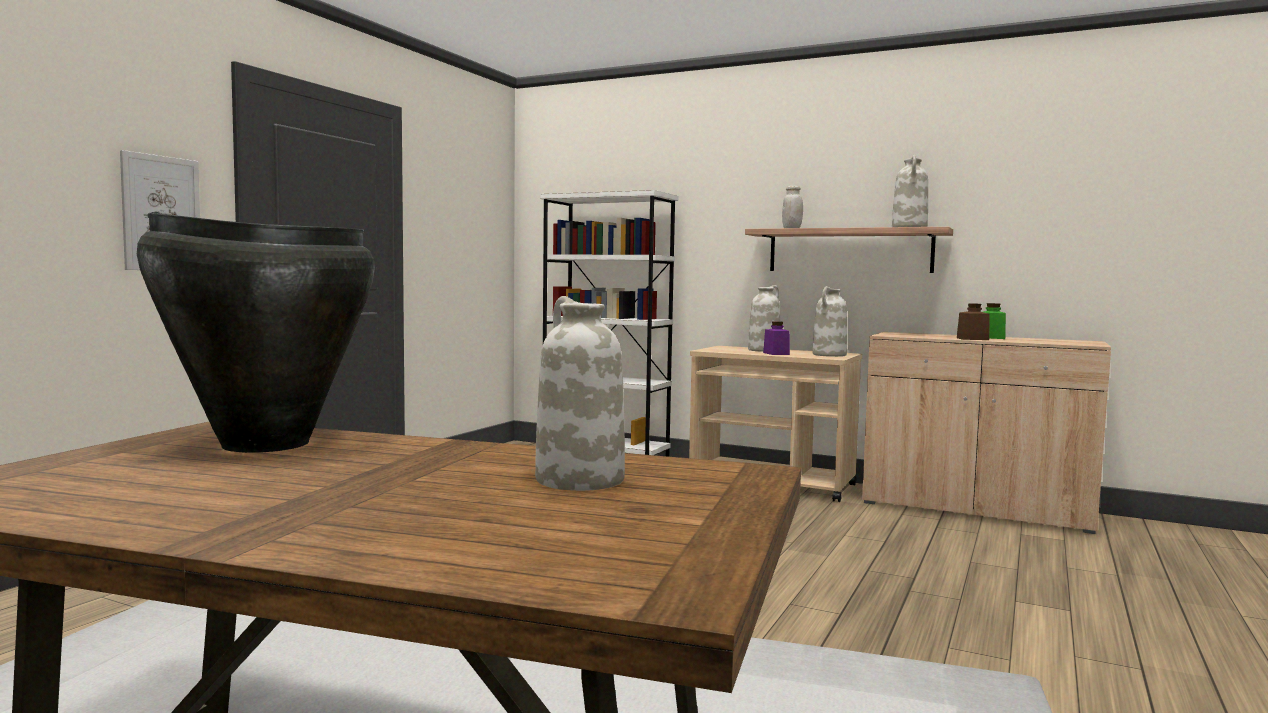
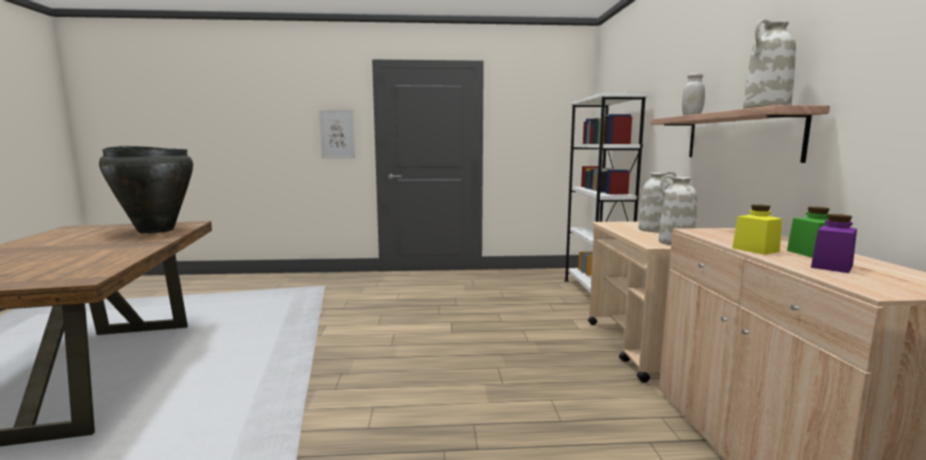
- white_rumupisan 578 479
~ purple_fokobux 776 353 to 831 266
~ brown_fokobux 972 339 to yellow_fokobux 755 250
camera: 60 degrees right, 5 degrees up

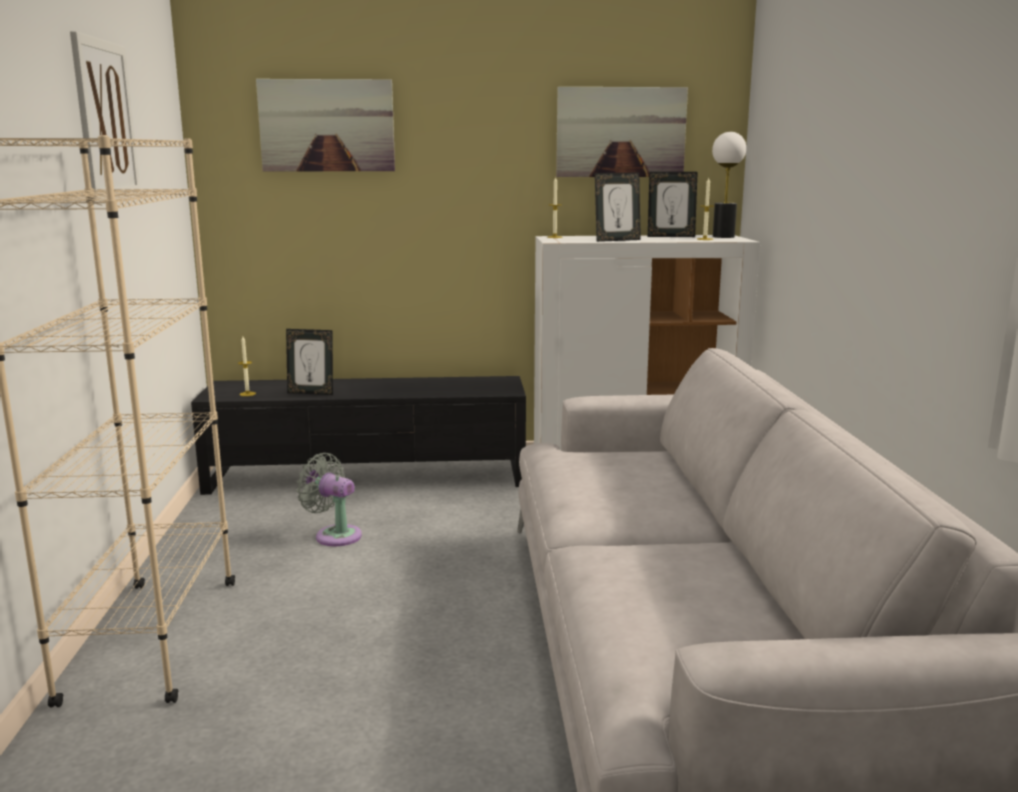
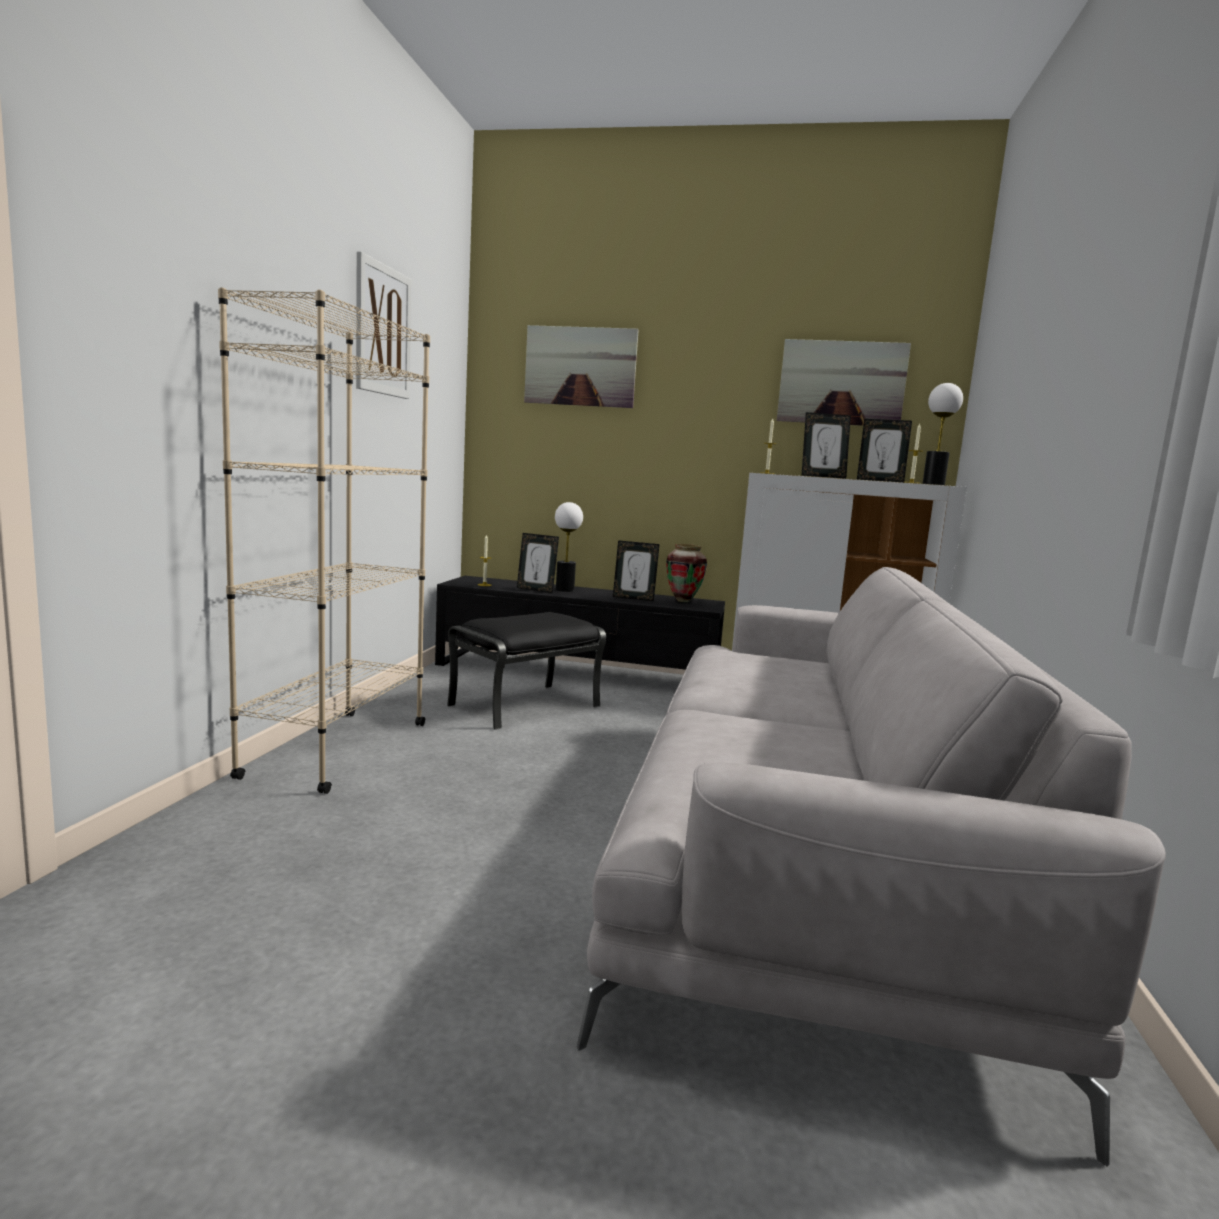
+ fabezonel 565 590
+ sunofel 633 598
+ rumupisan 683 601
~ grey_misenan 334 535 to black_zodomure 525 706
camera: 15 degrees right, 5 degrees down

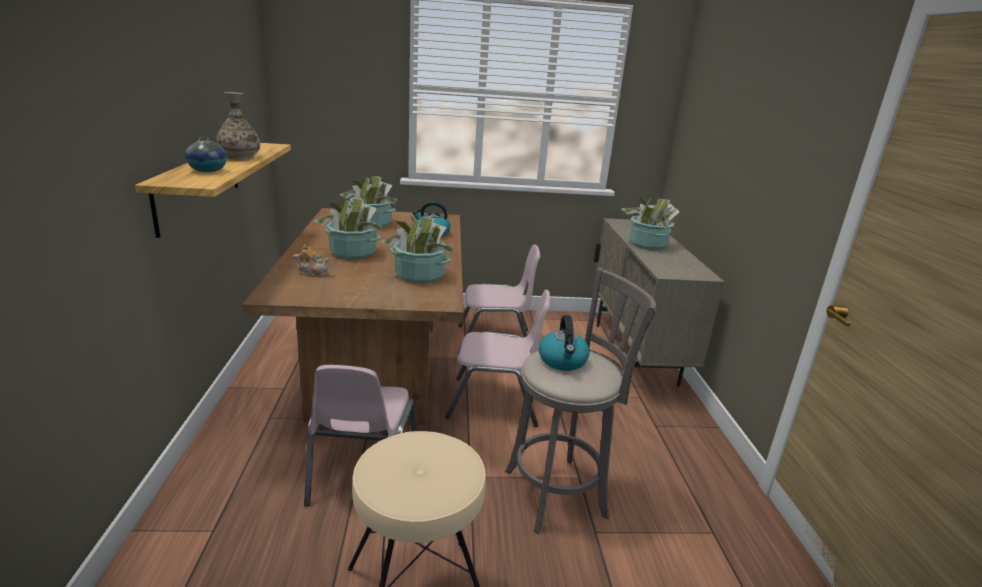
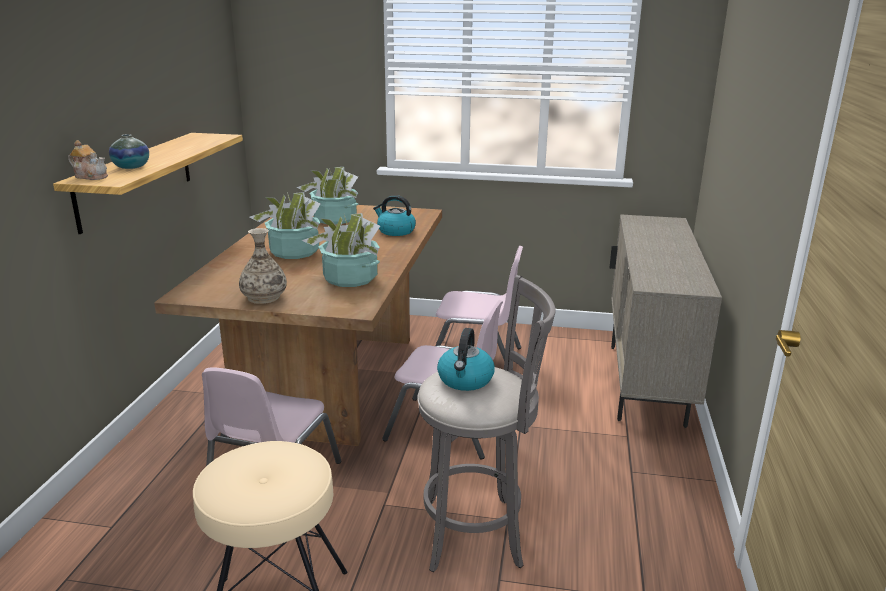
- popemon 648 244
~ rumupisan 239 157 to 264 297
~ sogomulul 312 272 to 91 176
camera: 15 degrees right, 0 degrees up

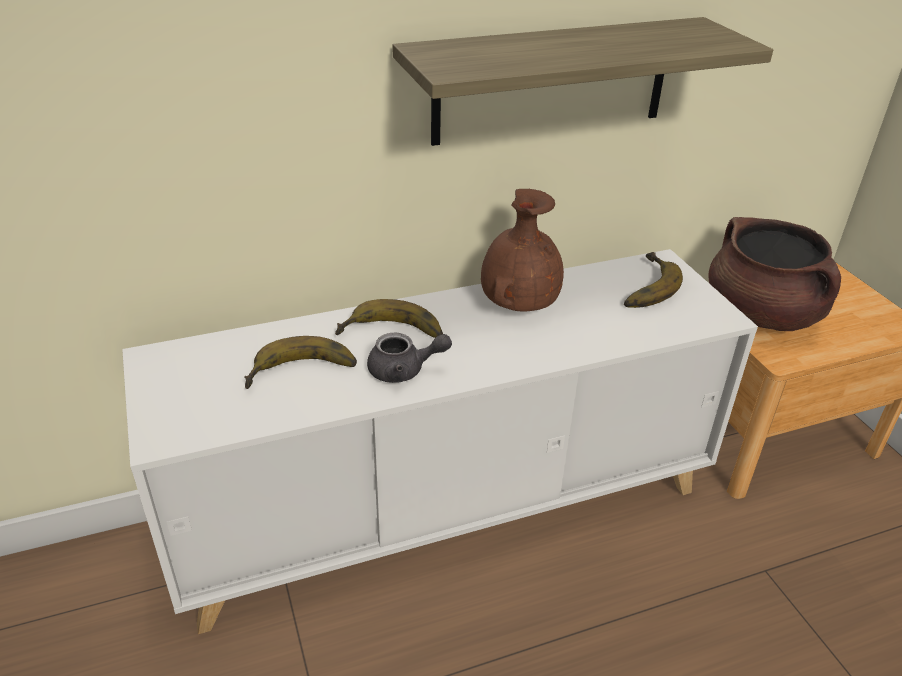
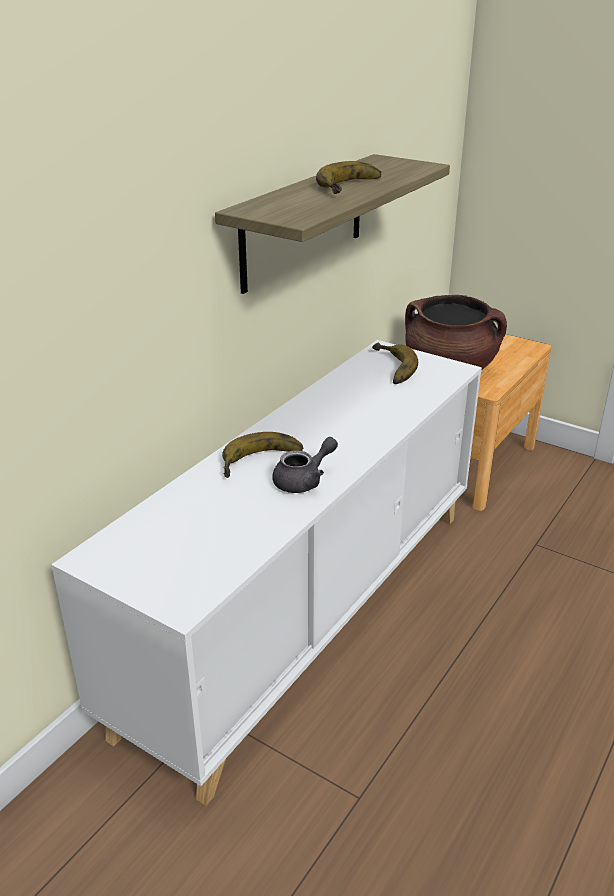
- brown_rumupisan 517 304
~ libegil 302 374 to 354 186
camera: 35 degrees left, 5 degrees down

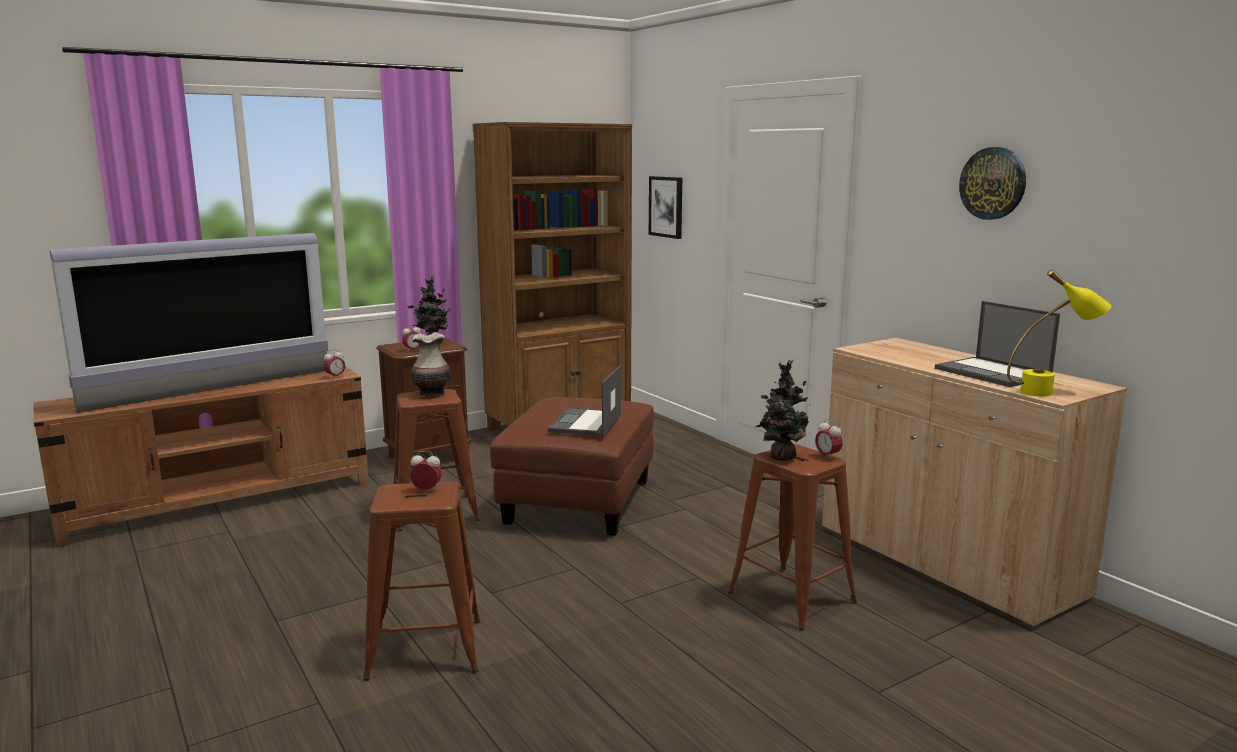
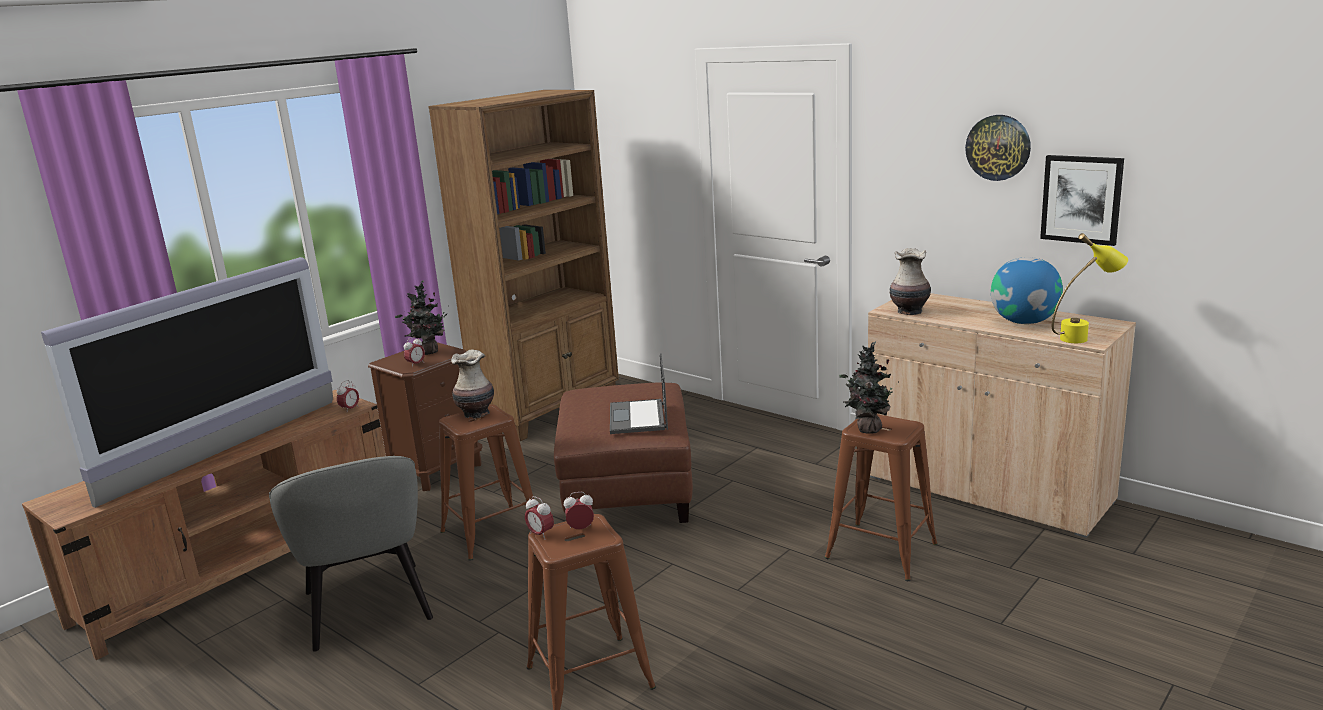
+ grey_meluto 368 607
+ rumupisan 909 311
~ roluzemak 666 207 to 1081 199
~ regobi 827 456 to 540 534
~ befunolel 994 373 to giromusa 1024 322
camera: 15 degrees left, 5 degrees up

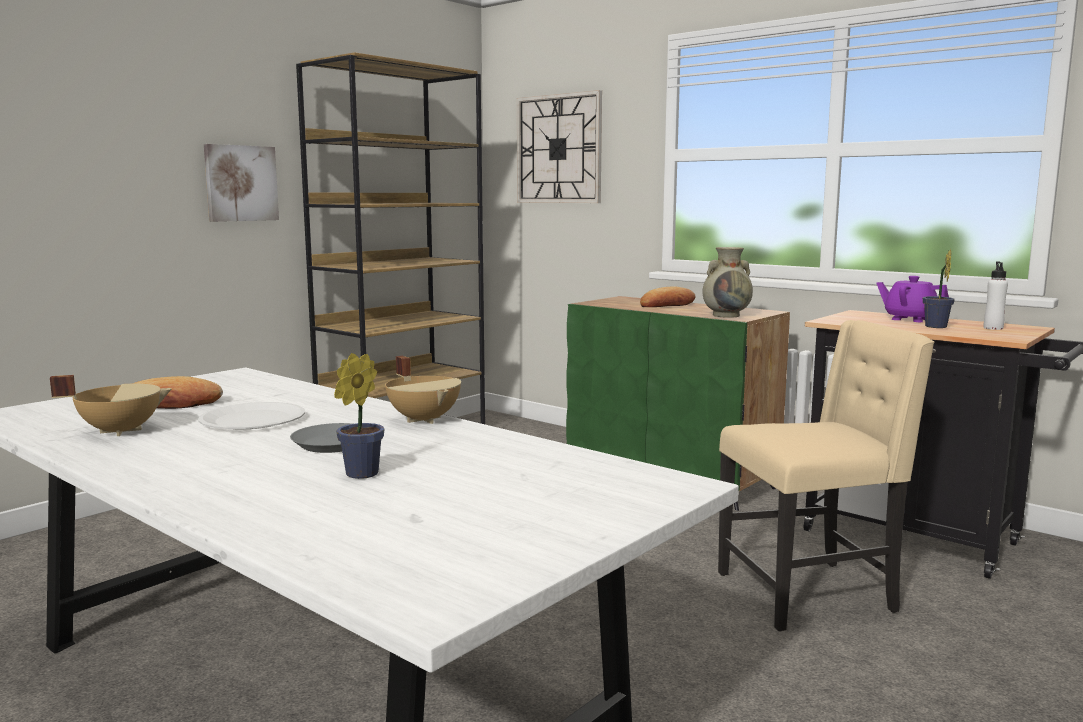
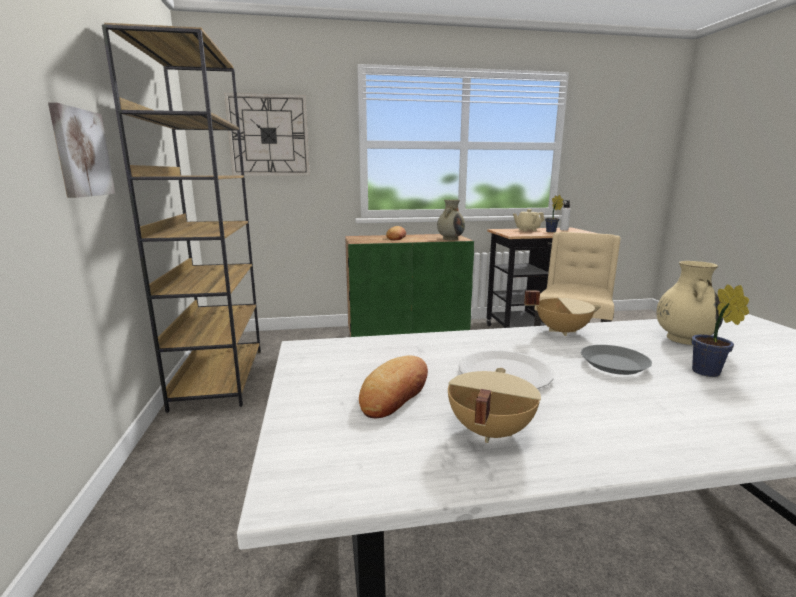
+ beige_rumupisan 683 339
~ purple_sogomulul 909 319 to beige_sogomulul 527 230
camera: 50 degrees left, 5 degrees up

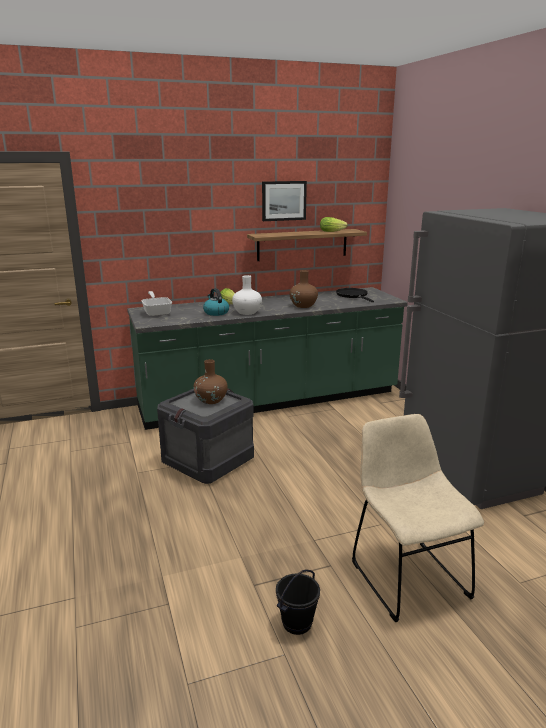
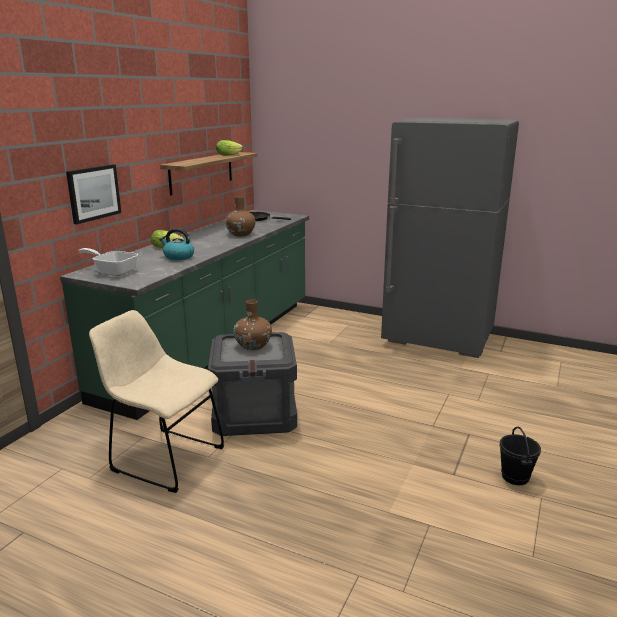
- white_rumupisan 247 312
~ roluzemak 283 200 to 93 193
~ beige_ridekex 406 575 to 163 458
camera: 45 degrees left, 0 degrees up

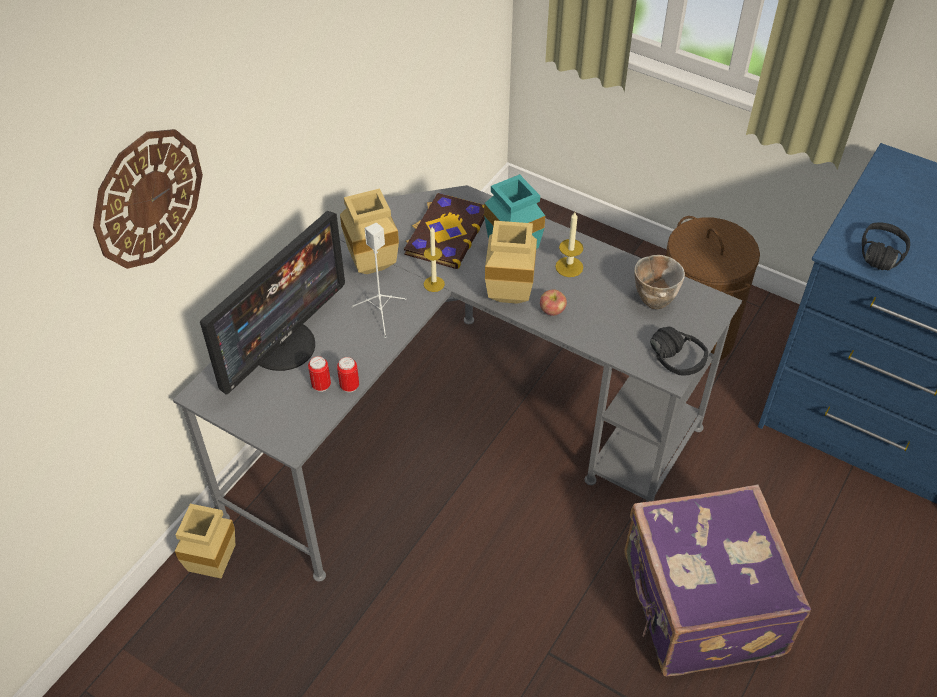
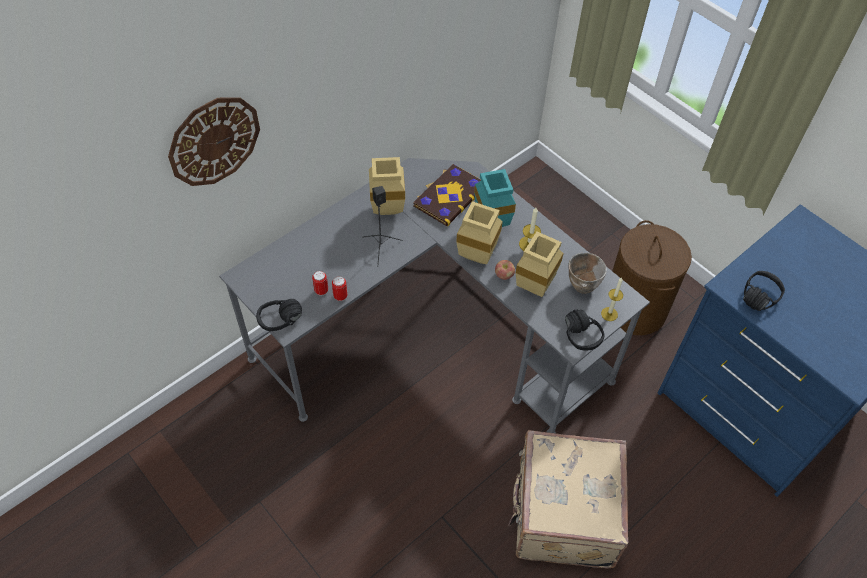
- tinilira 283 345
+ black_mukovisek 282 325
~ beige_rumupisan 214 563 to 534 285
~ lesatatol 434 284 to 609 314
~ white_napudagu 381 314 to black_napudagu 381 248
~ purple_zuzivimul 699 606 to beige_zuzivimul 562 514
camera: 15 degrees right, 5 degrees up

